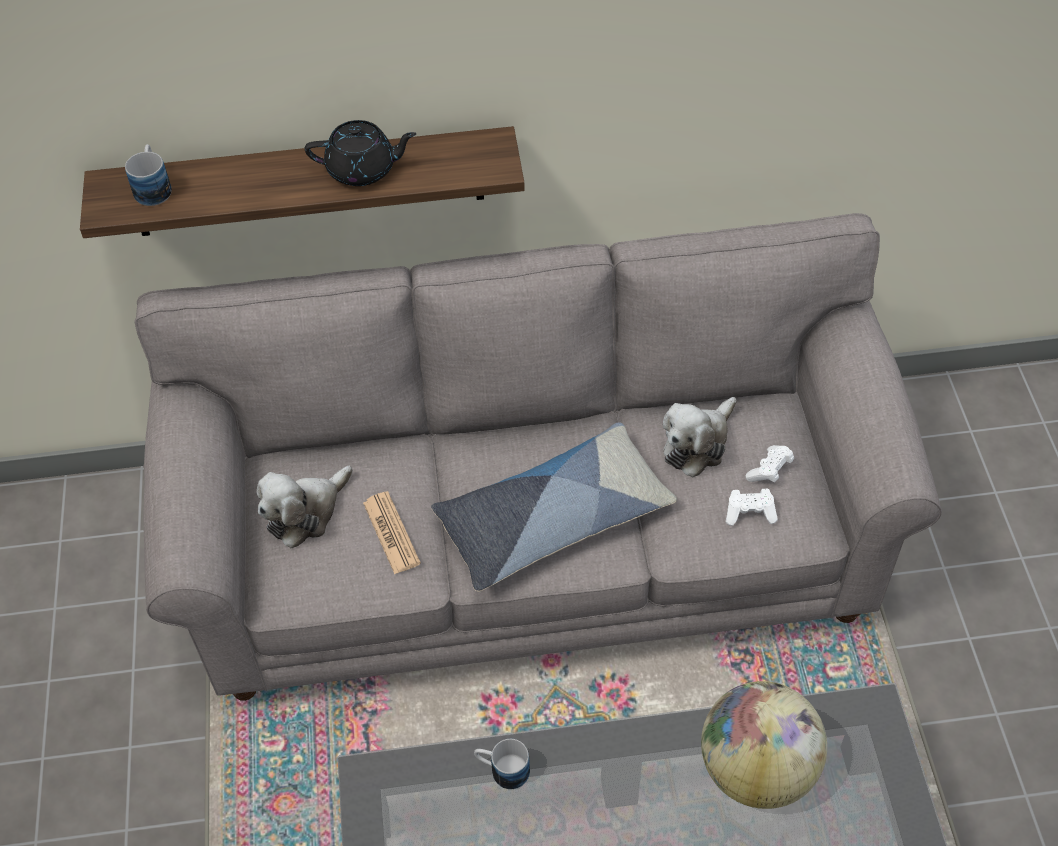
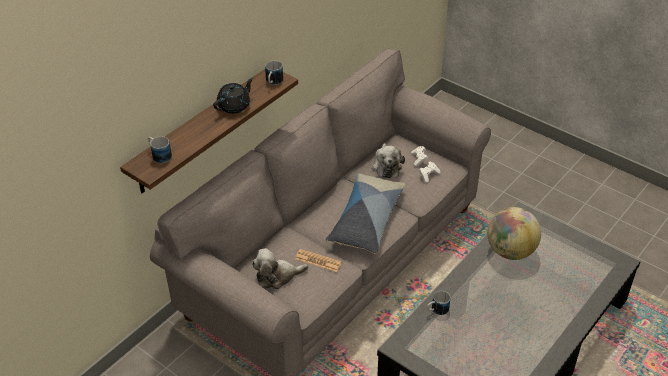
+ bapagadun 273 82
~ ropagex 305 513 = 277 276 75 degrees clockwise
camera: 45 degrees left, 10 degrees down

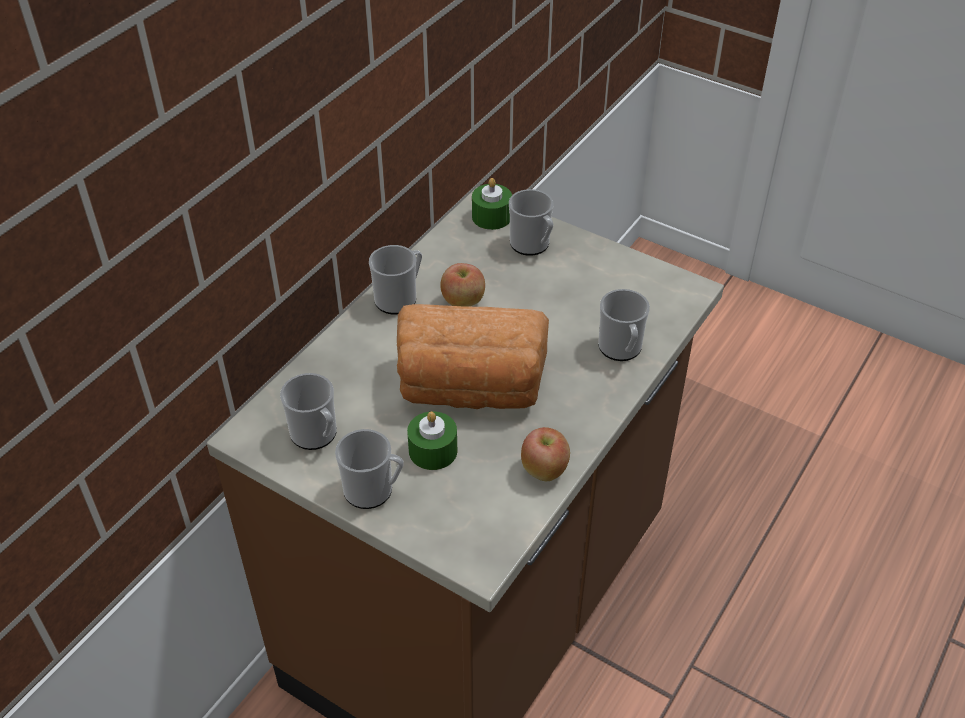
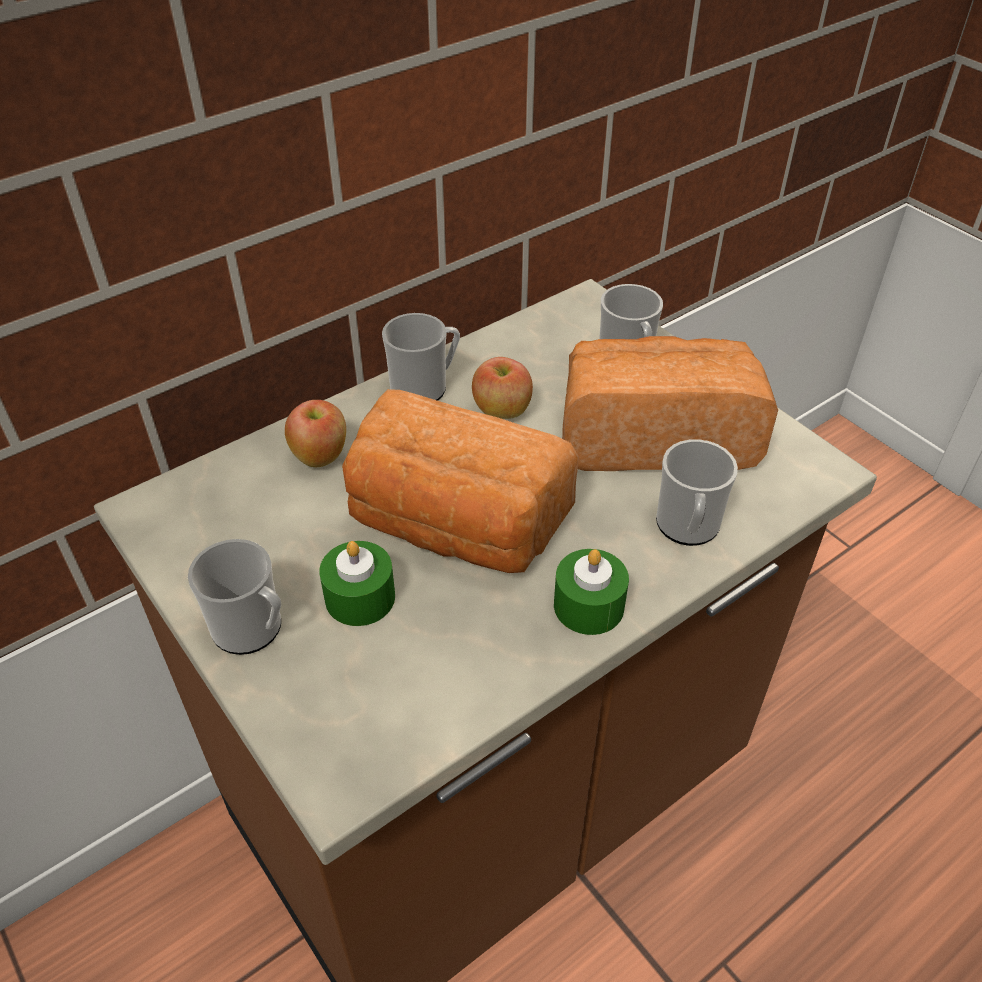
- bapagadun 317 435
+ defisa 654 436
~ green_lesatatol 491 216 to 588 606
~ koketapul 544 470 to 321 456
camera: 20 degrees right, 0 degrees up

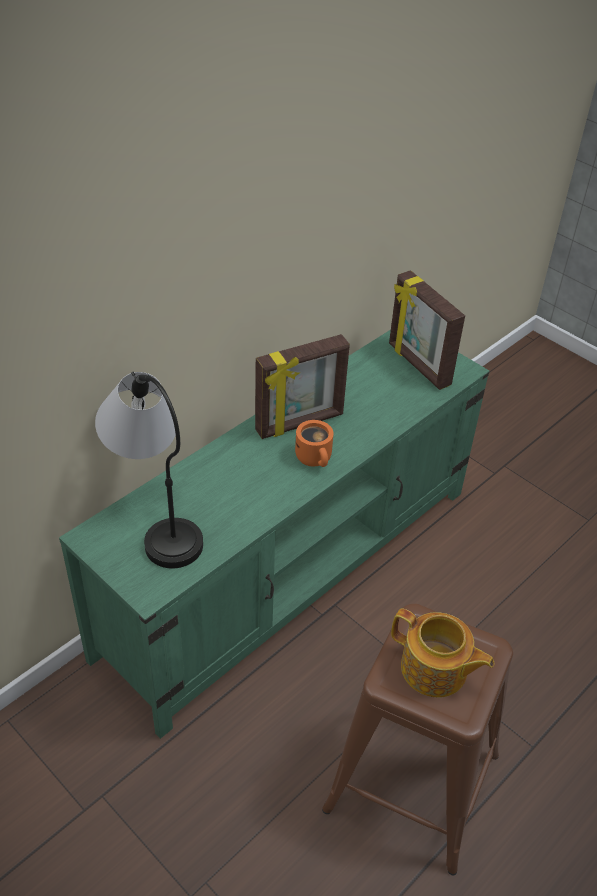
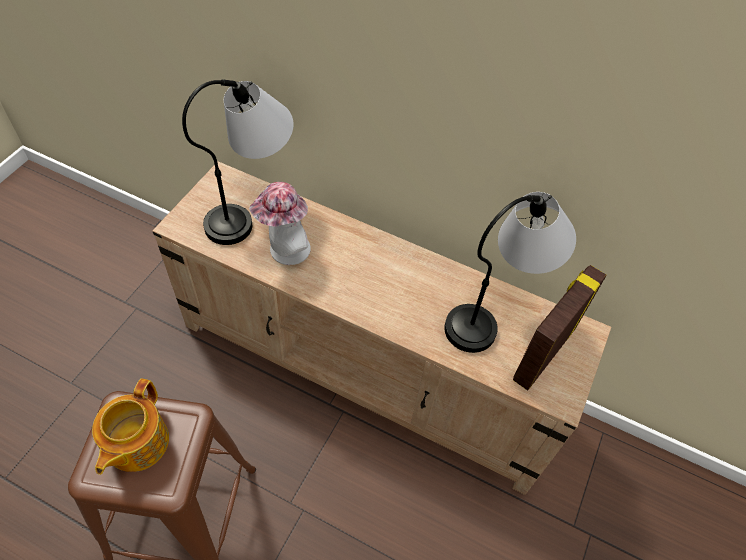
- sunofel 300 423
- orange_bapagadun 316 458
+ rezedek 285 251
+ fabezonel 496 312
~ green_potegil 291 569 to beige_potegil 368 368
camera: 70 degrees right, 10 degrees up

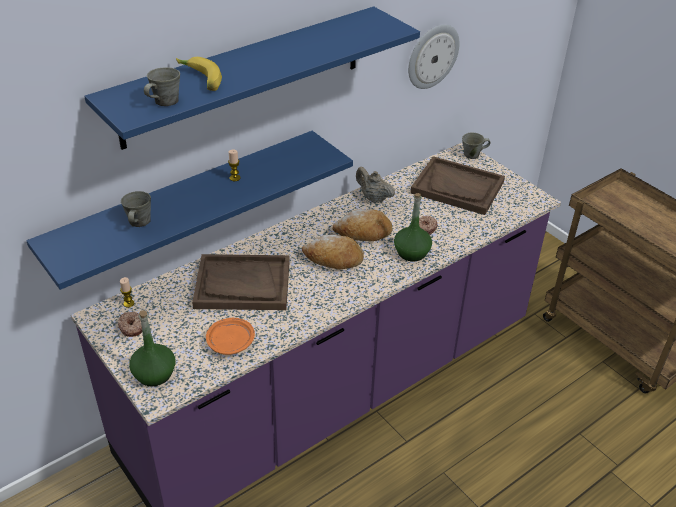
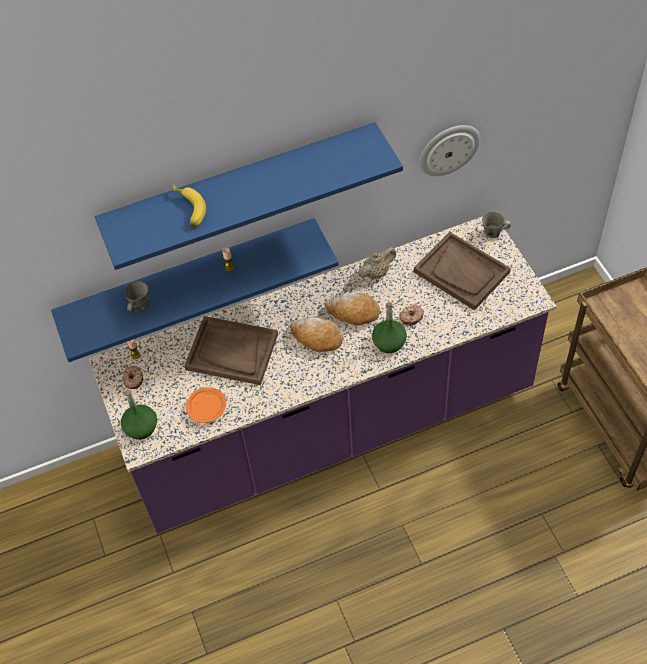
- grey_bapagadun 165 102
~ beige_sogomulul 373 198 = 376 273 90 degrees clockwise
camera: 20 degrees right, 15 degrees up

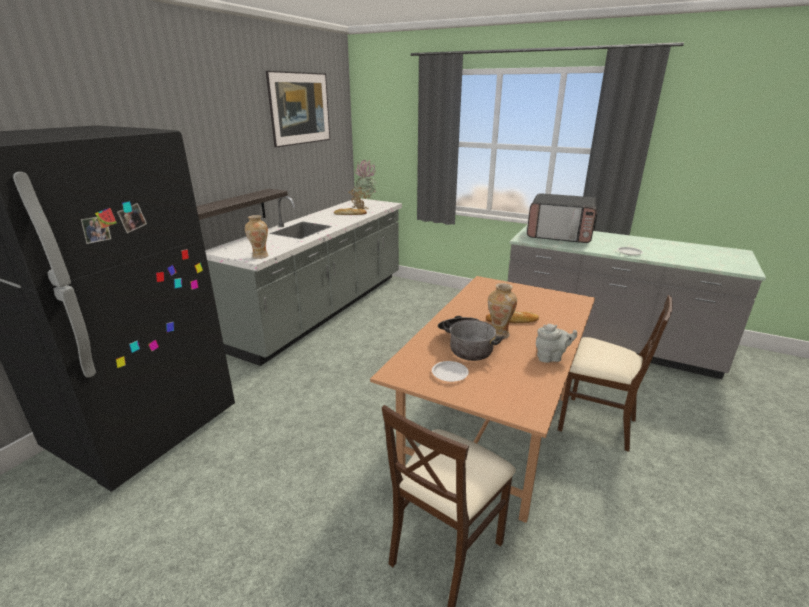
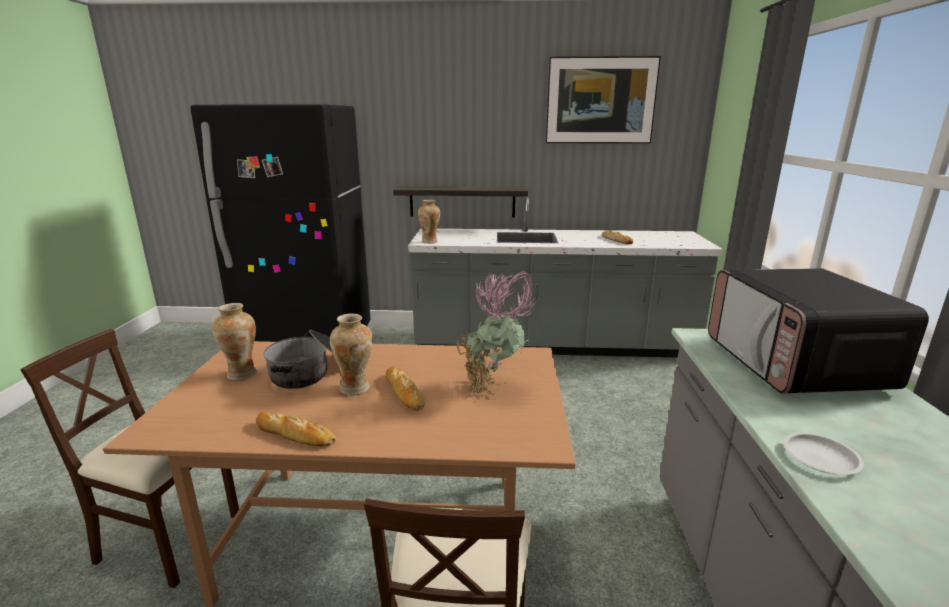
~ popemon 363 208 to 494 389
~ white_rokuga 449 373 to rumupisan 242 373
~ grey_sogomulul 551 358 to defisa 295 434
camera: 65 degrees right, 5 degrees down

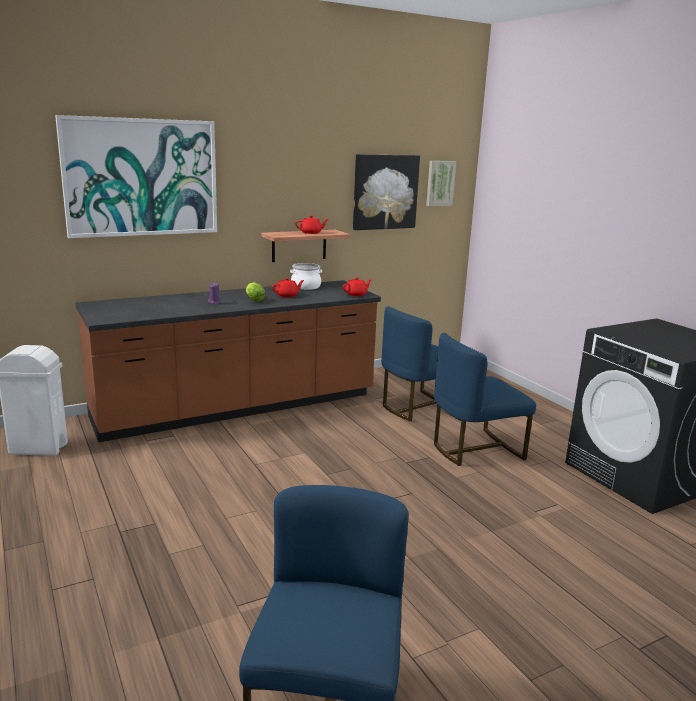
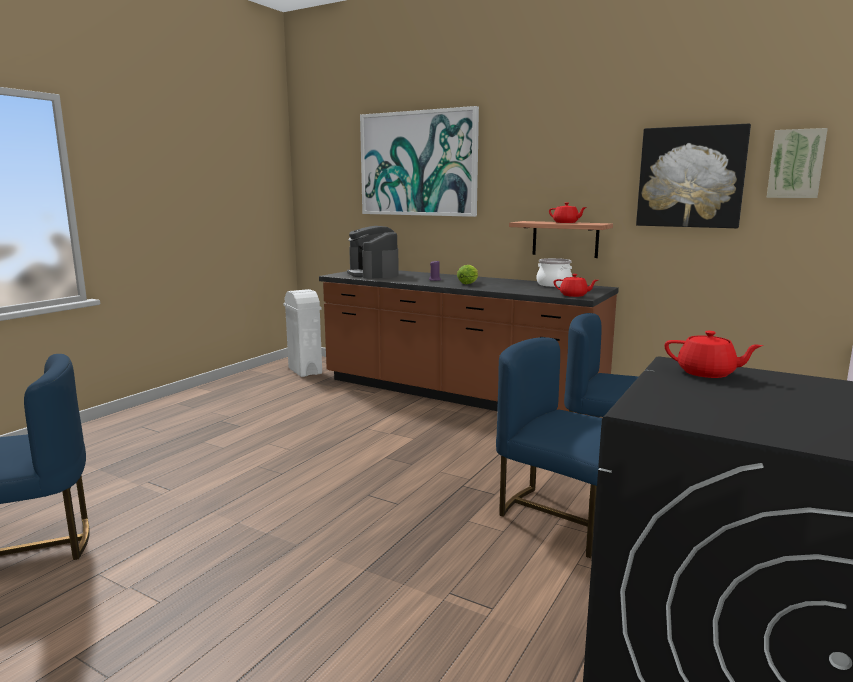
+ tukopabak 373 274
~ red_sogomulul 287 295 to 707 373
camera: 60 degrees right, 5 degrees down

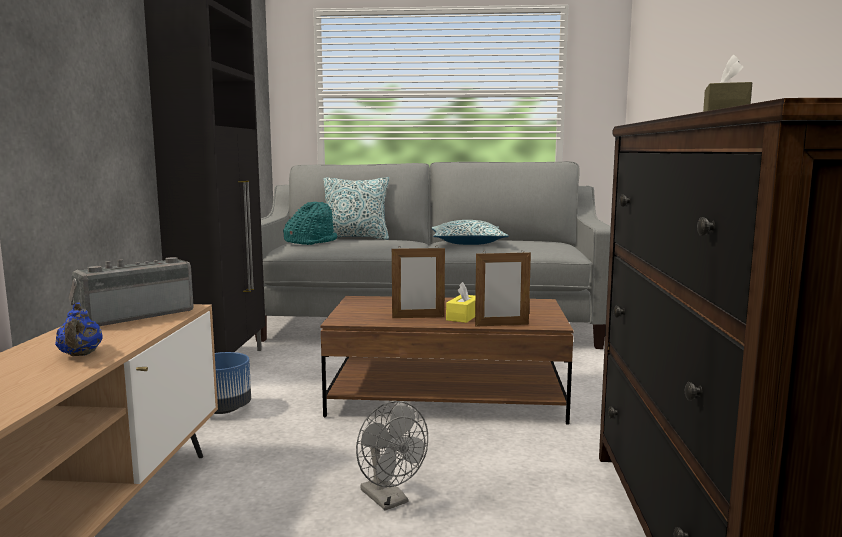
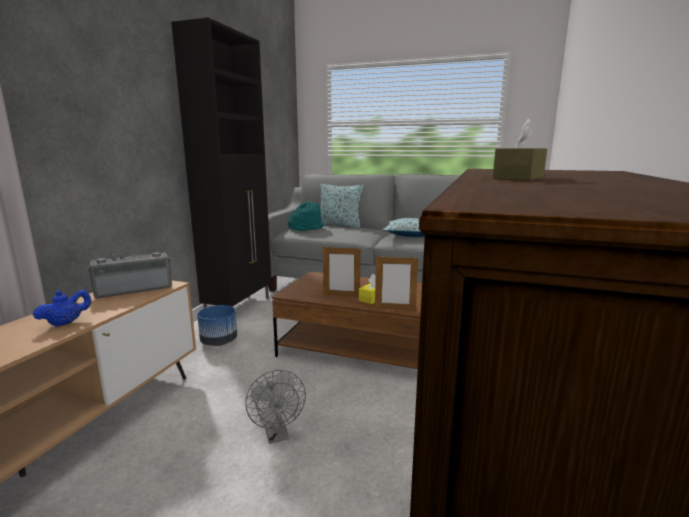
~ blue_sogomulul 80 355 = 66 323 135 degrees counterclockwise
camera: 15 degrees right, 5 degrees up

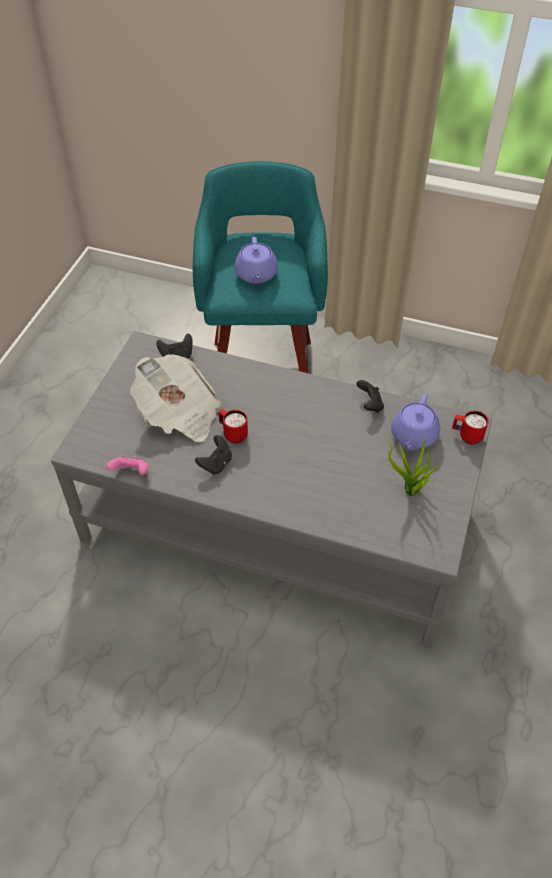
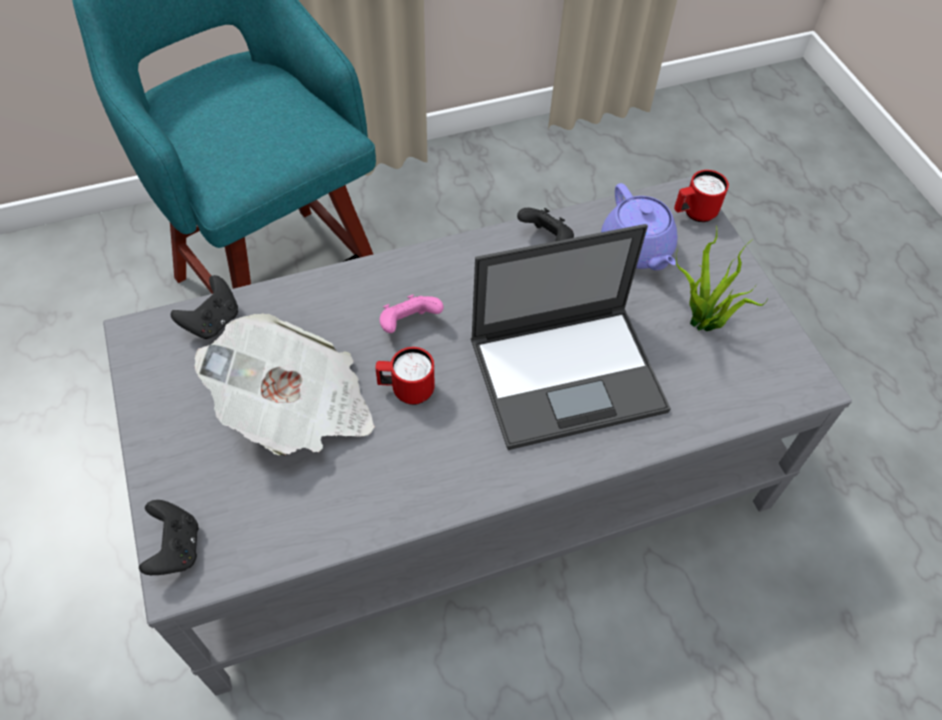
- purple_sogomulul 256 275
+ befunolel 569 374
~ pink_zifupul 131 473 to 408 324
~ black_zifupul 216 464 to 176 548
camera: 40 degrees left, 5 degrees up

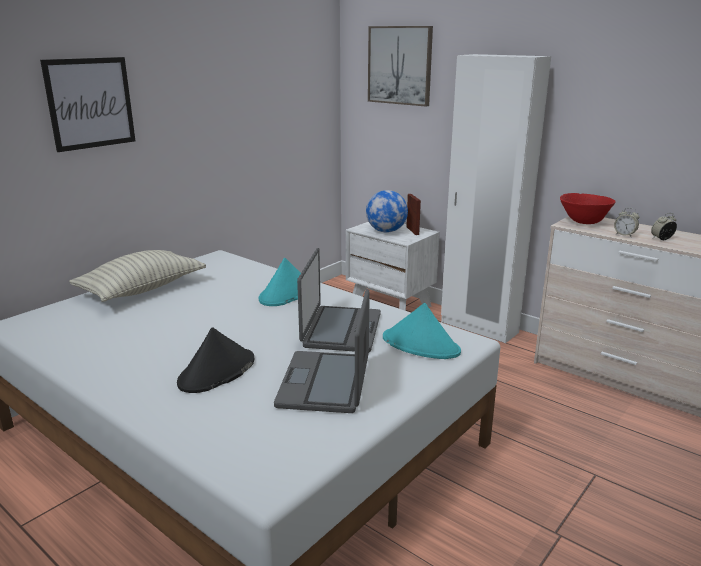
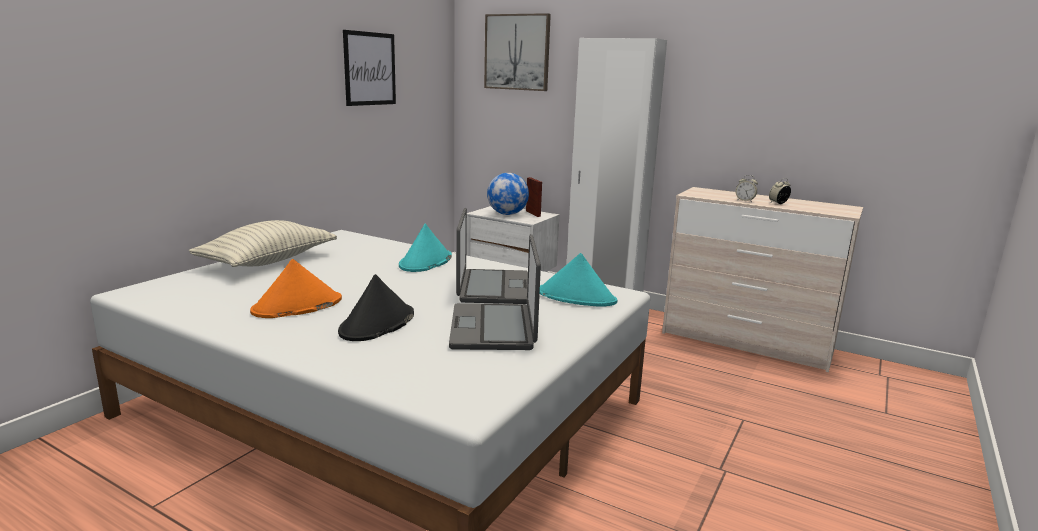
- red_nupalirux 583 222
+ orange_rezedek 297 306
~ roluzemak 90 103 to 370 69
camera: 10 degrees left, 5 degrees down

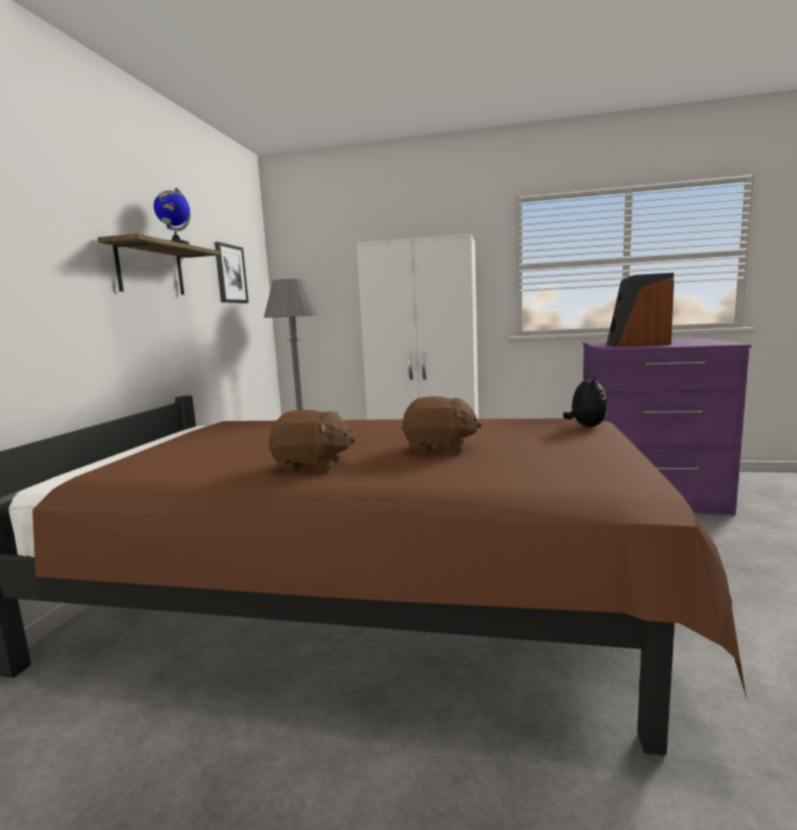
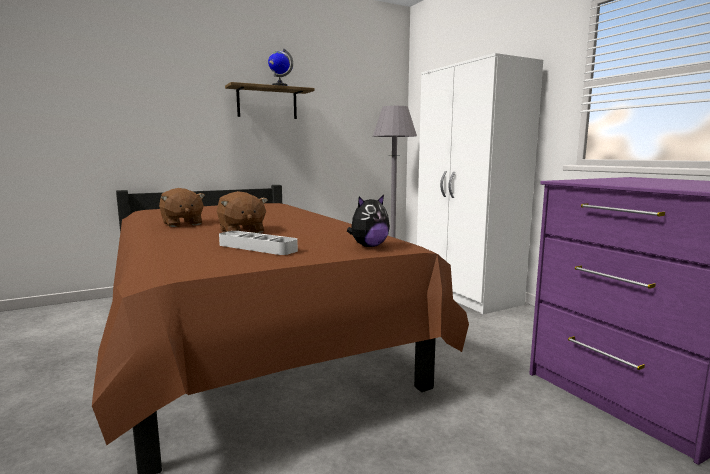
- roluzemak 230 274
- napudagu 638 344
+ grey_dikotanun 257 247
camera: 50 degrees right, 0 degrees up

